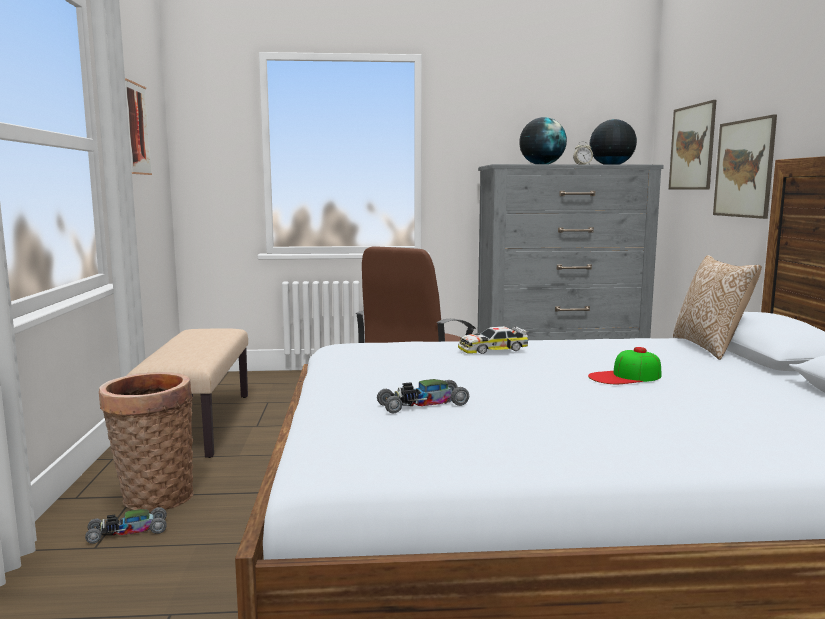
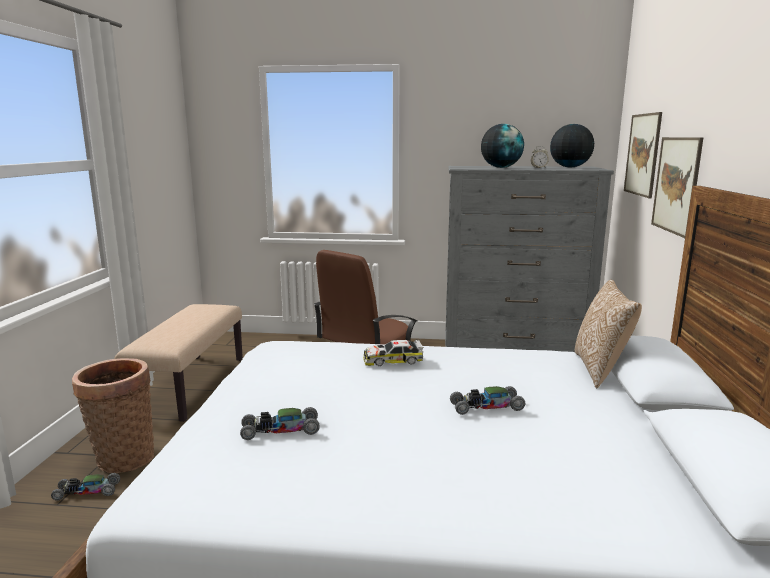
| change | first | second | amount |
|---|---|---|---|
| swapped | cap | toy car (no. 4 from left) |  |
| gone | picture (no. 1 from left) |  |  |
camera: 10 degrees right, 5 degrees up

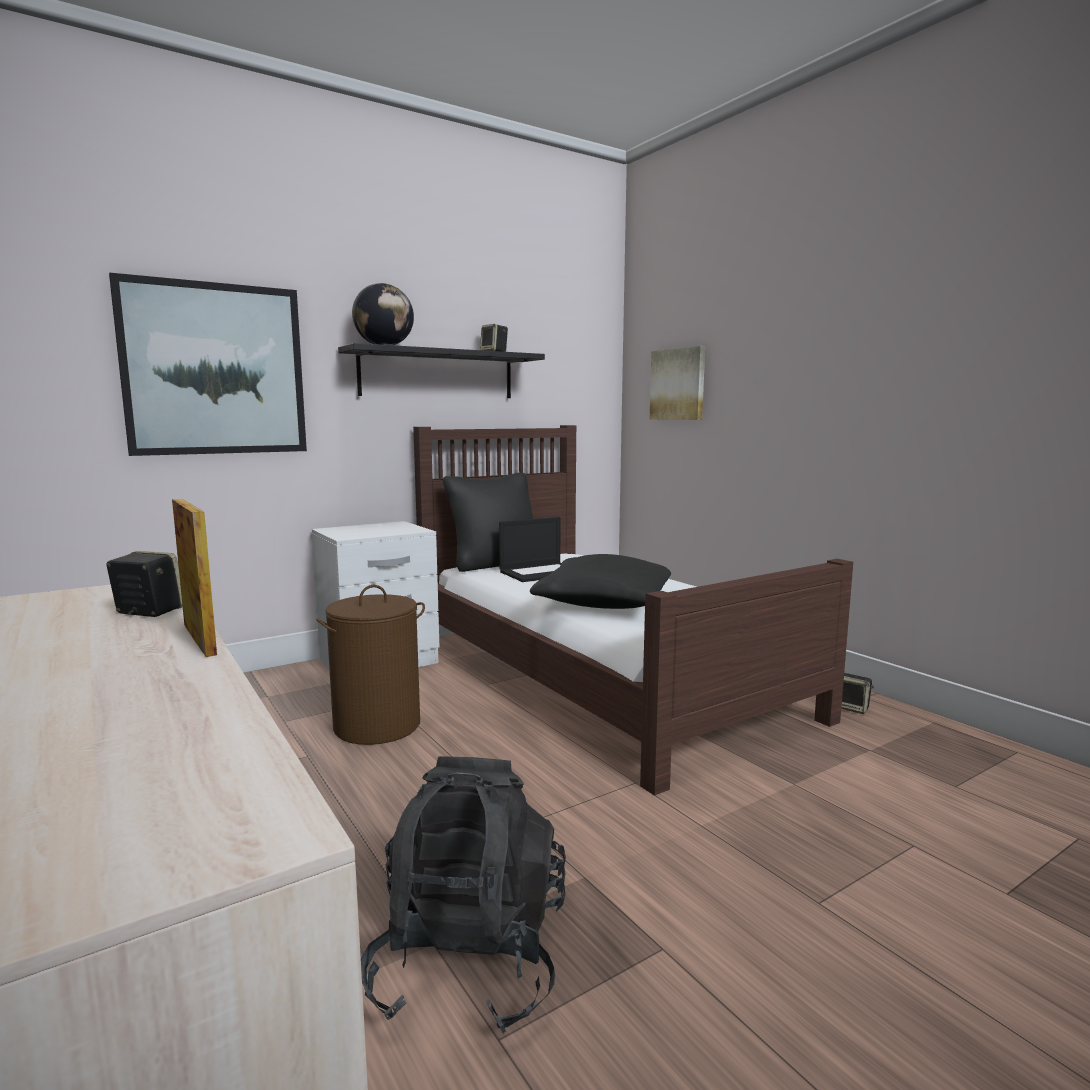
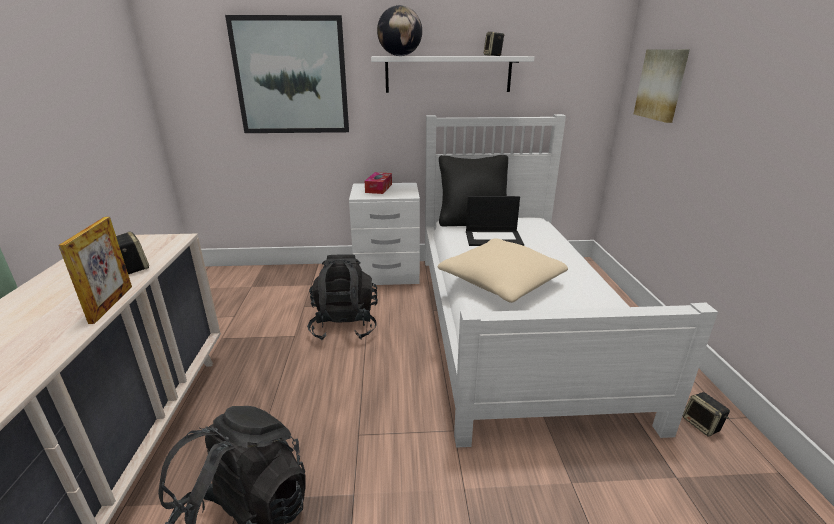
| change | first | second | amount |
|---|---|---|---|
| swapped | laundry basket/brown | backpack/black (no. 2 from left) |  |
| new |  | tissue box |  |
| repainted | shelf/black | shelf/white |  |
| repainted | bed/brown | bed/white |  |
| repainted | pillow/black (no. 2 from left) | pillow/beige |  |
camera: 30 degrees right, 15 degrees up

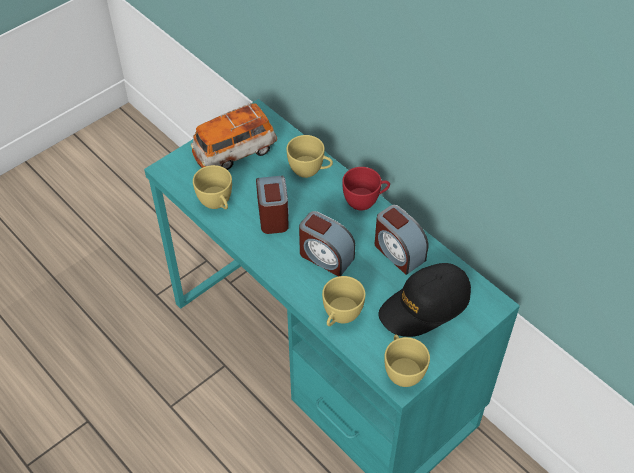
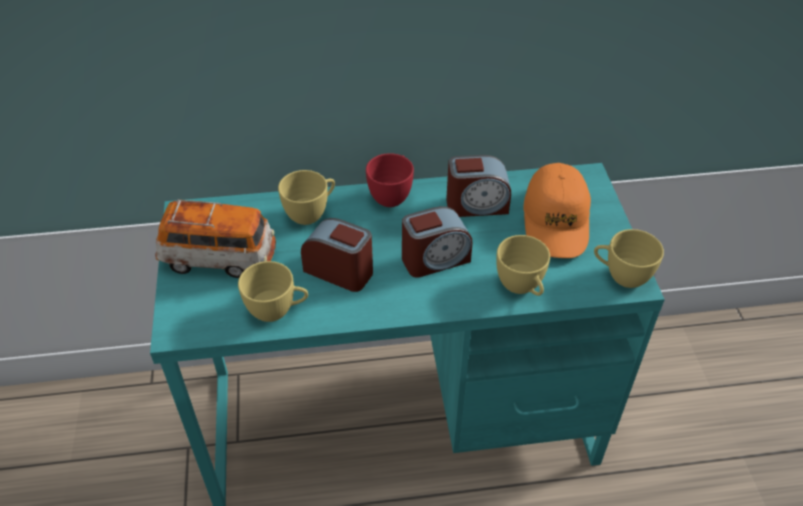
| change | first | second | amount |
|---|---|---|---|
| rotated | toy car |  | 90 degrees counterclockwise |
| repainted | cap/black | cap/orange |  |
camera: 55 degrees left, 5 degrees down

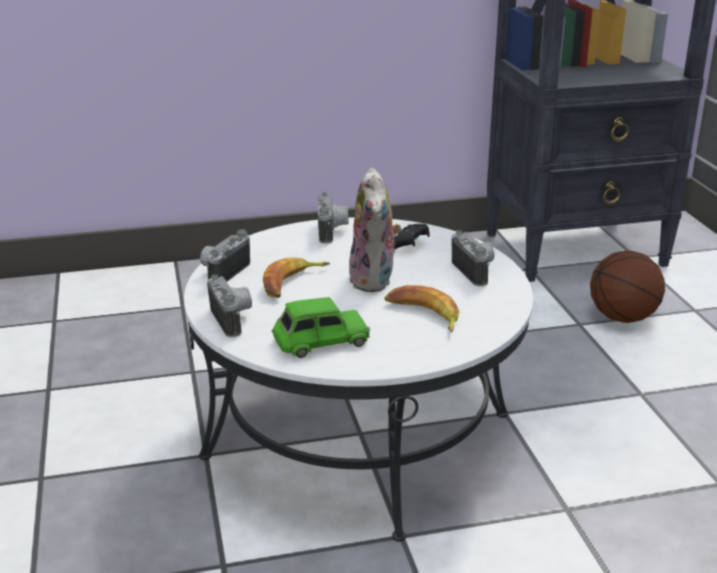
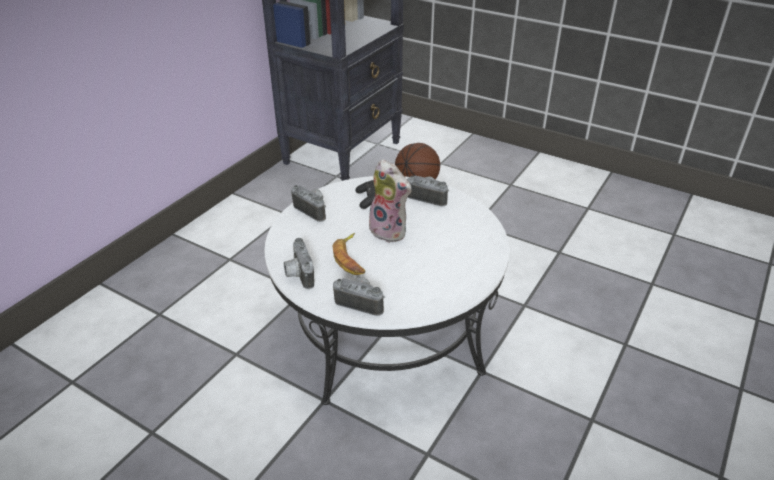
| change | first | second | amount |
|---|---|---|---|
| gone | toy car/green |  |  |
| gone | banana (no. 2 from left) |  |  |
camera: 45 degrees left, 10 degrees up

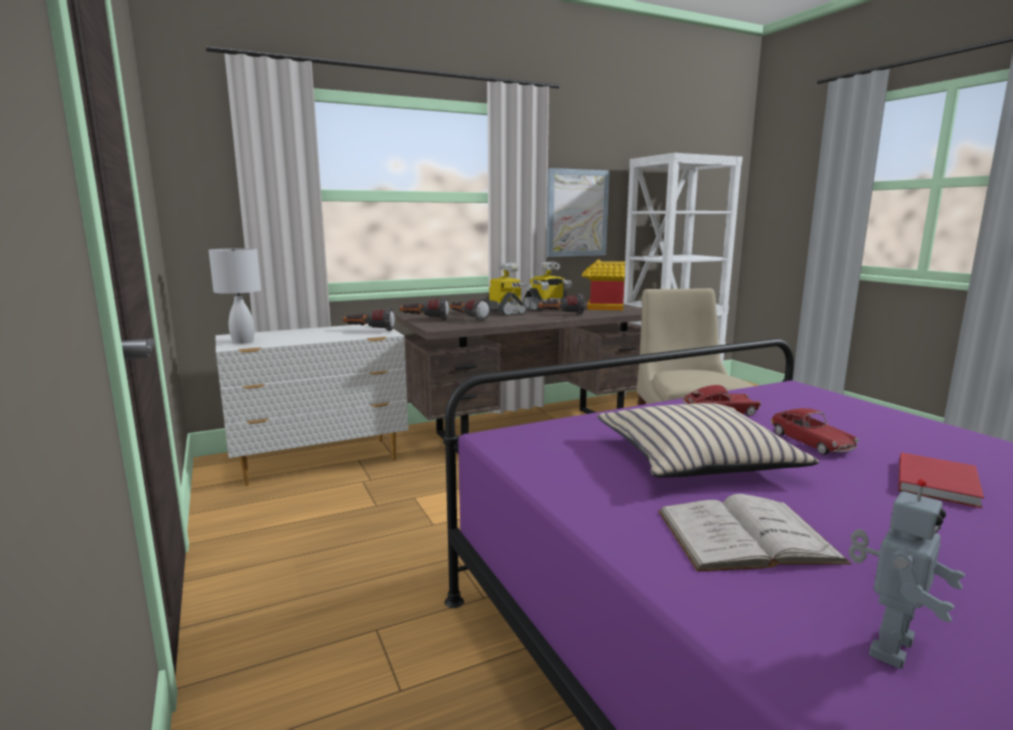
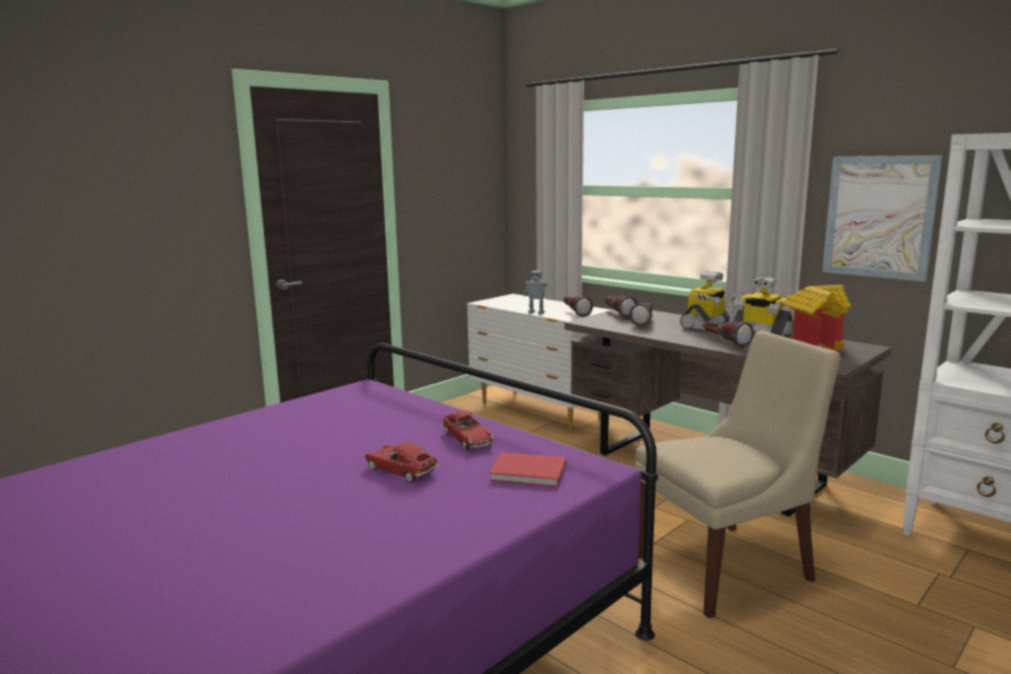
| change | first | second | amount |
|---|---|---|---|
| rotated | toy car (no. 2 from left in the first image) | toy car (no. 1 from left) | 75 degrees clockwise |
| shifted | book/red |  |  |
| shifted | toy robot (no. 3 from left in the first image) | toy robot (no. 1 from left) |  |
| gone | table lamp/white |  |  |
| gone | pillow/beige |  |  |
| gone | book/white |  |  |
camera: 70 degrees right, 0 degrees up

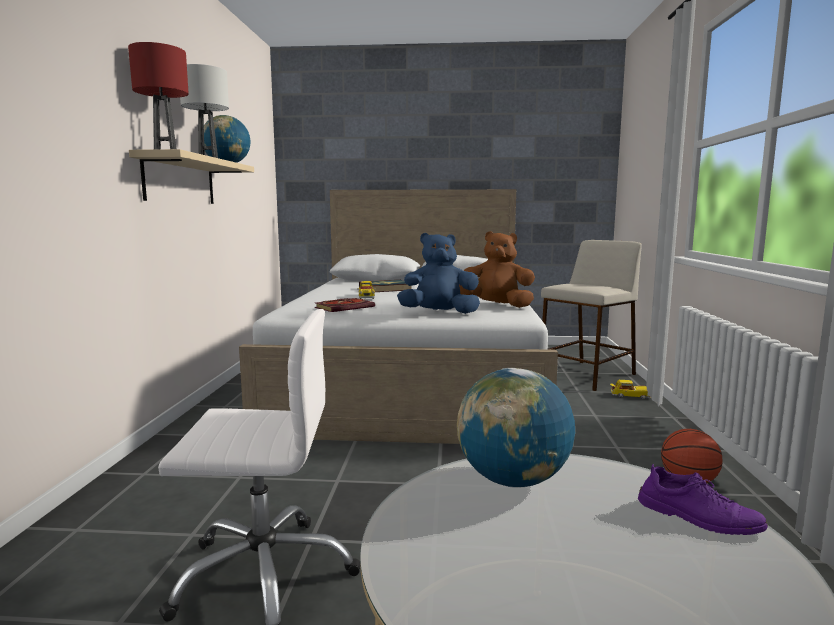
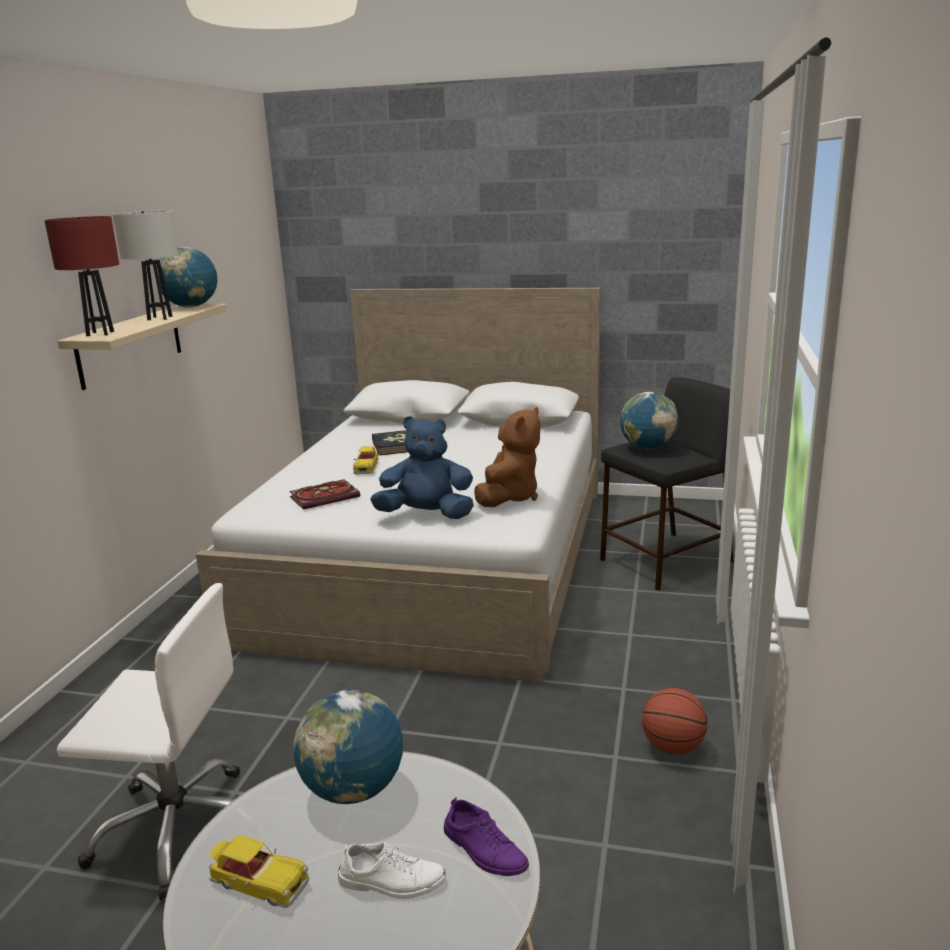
| change | first | second | amount |
|---|---|---|---|
| shifted | toy car (no. 2 from left in the first image) | toy car (no. 1 from left) |  |
| new |  | shoe/white |  |
| rotated | plush toy/brown |  | 90 degrees clockwise |
| repainted | stool/beige | stool/black |  |
| new |  | globe (no. 3 from left) |  |
camera: 10 degrees right, 10 degrees up

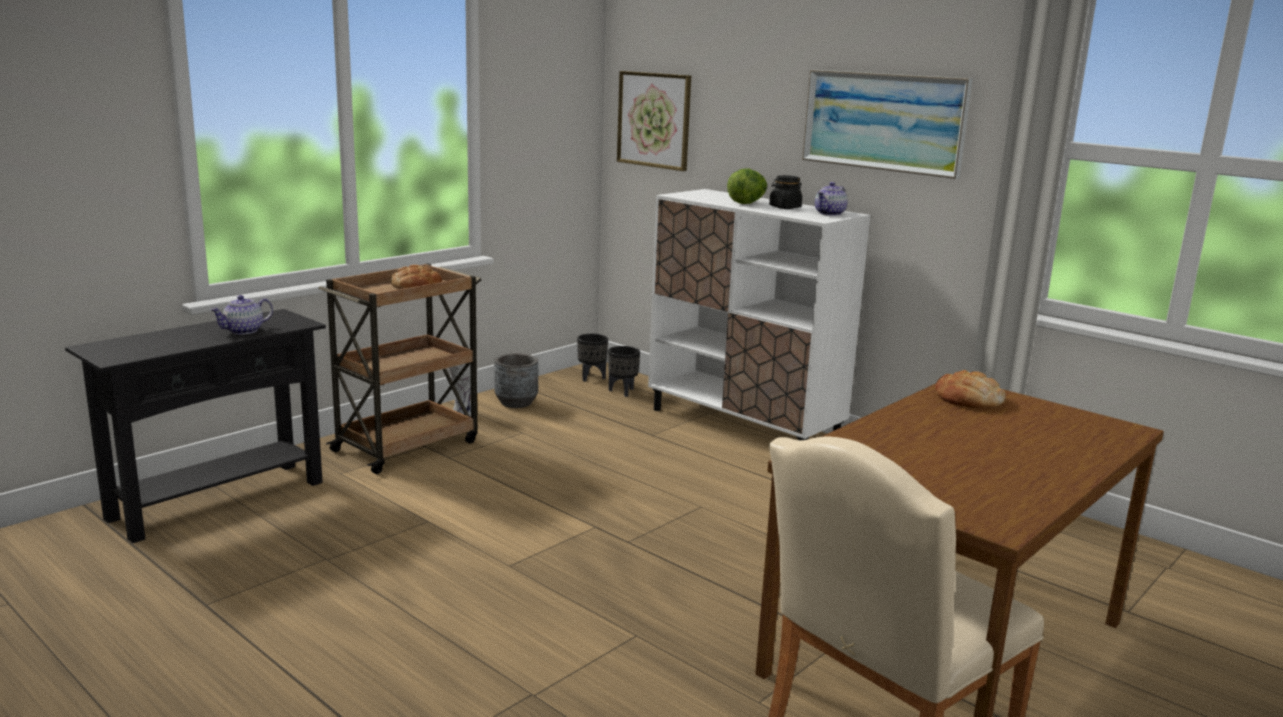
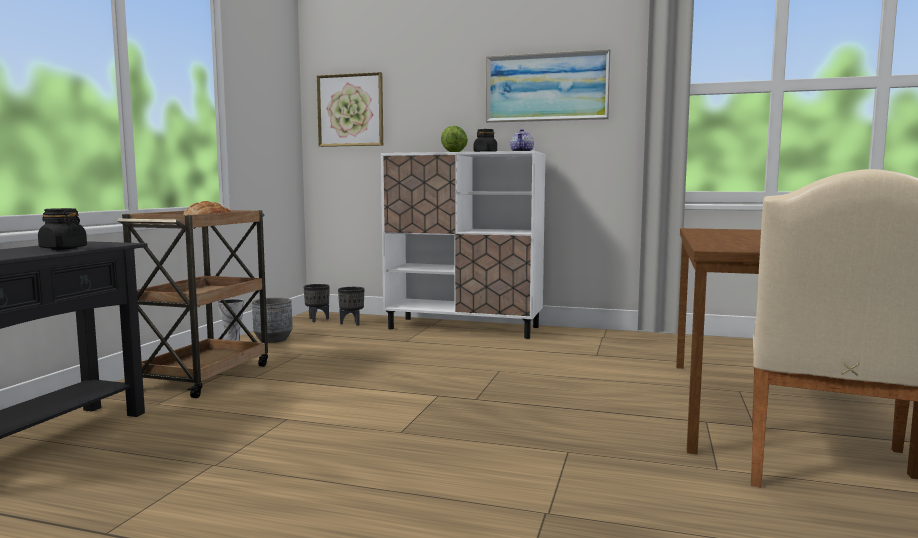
| change | first | second | amount |
|---|---|---|---|
| swapped | teapot (no. 1 from left) | jar/black (no. 1 from left) |  |
| gone | bread (no. 2 from left) |  |  |
camera: 25 degrees left, 10 degrees down

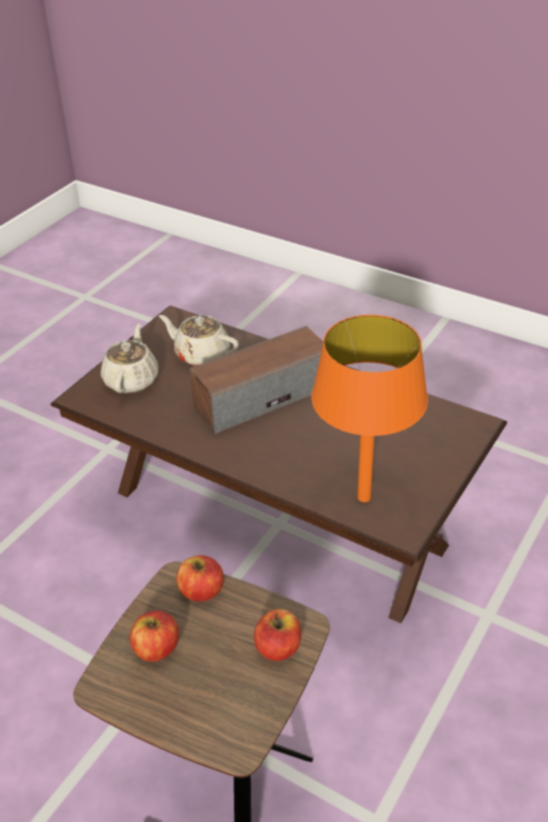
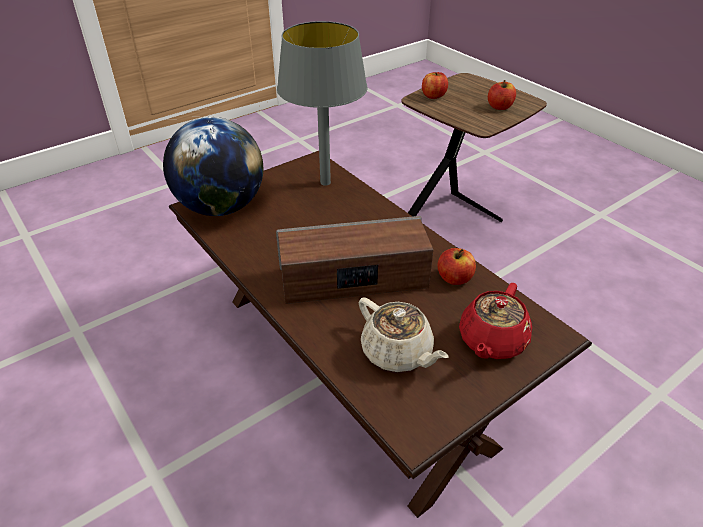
| change | first | second | amount |
|---|---|---|---|
| new |  | globe |  |
| repainted | table lamp/orange | table lamp/grey |  |
| shifted | apple (no. 2 from left) |  |  |
| repainted | teapot/beige (no. 1 from left) | teapot/red |  |
camera: 160 degrees left, 0 degrees up

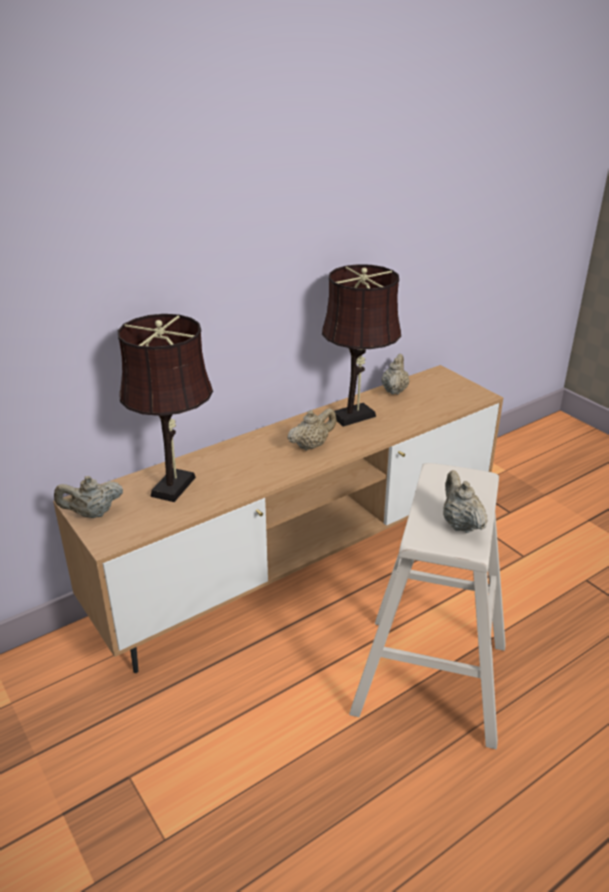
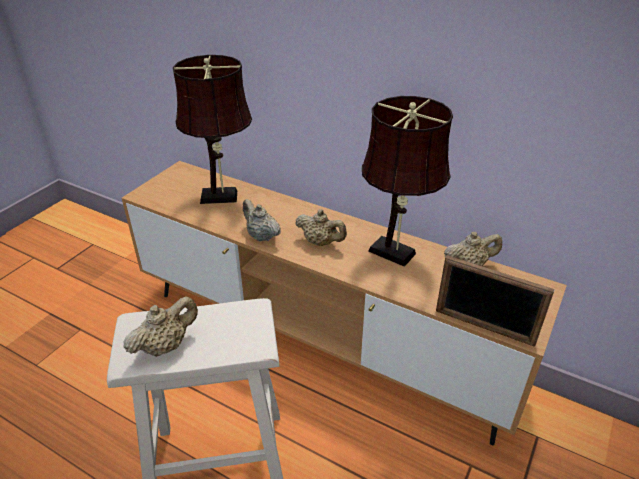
| change | first | second | amount |
|---|---|---|---|
| shifted | teapot/beige (no. 1 from left in the first image) | teapot/beige (no. 2 from left) |  |
| new |  | picture frame |  |
camera: 65 degrees right, 5 degrees up

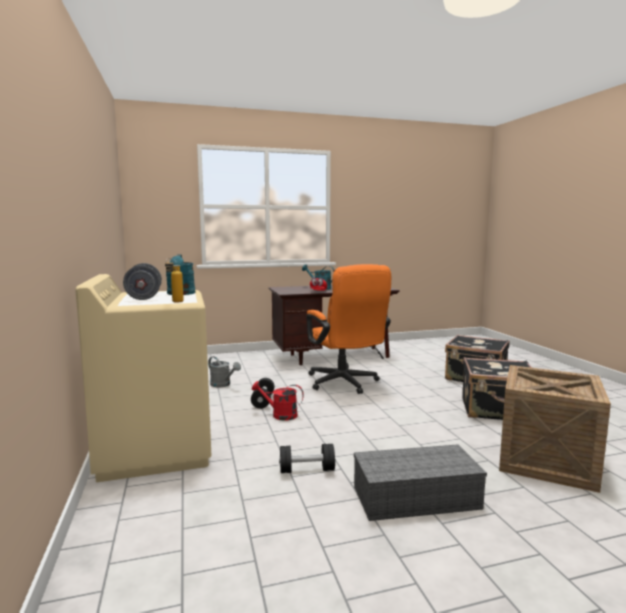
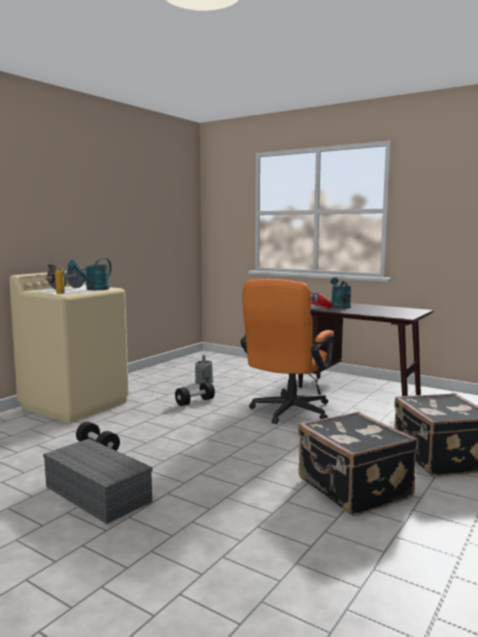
| change | first | second | amount |
|---|---|---|---|
| gone | watering can/red |  |  |
| gone | crate |  |  |
camera: 50 degrees right, 0 degrees up

